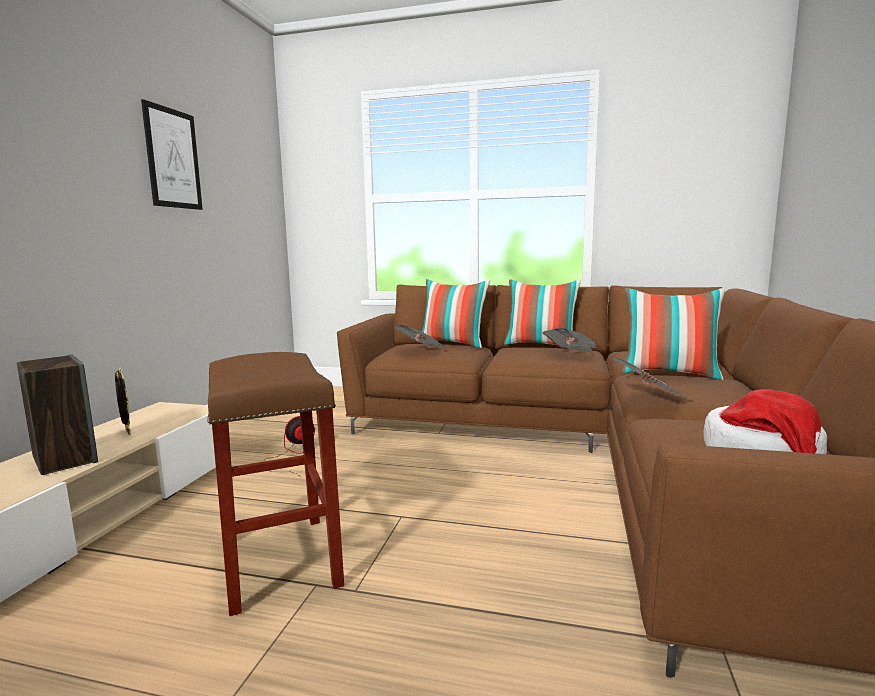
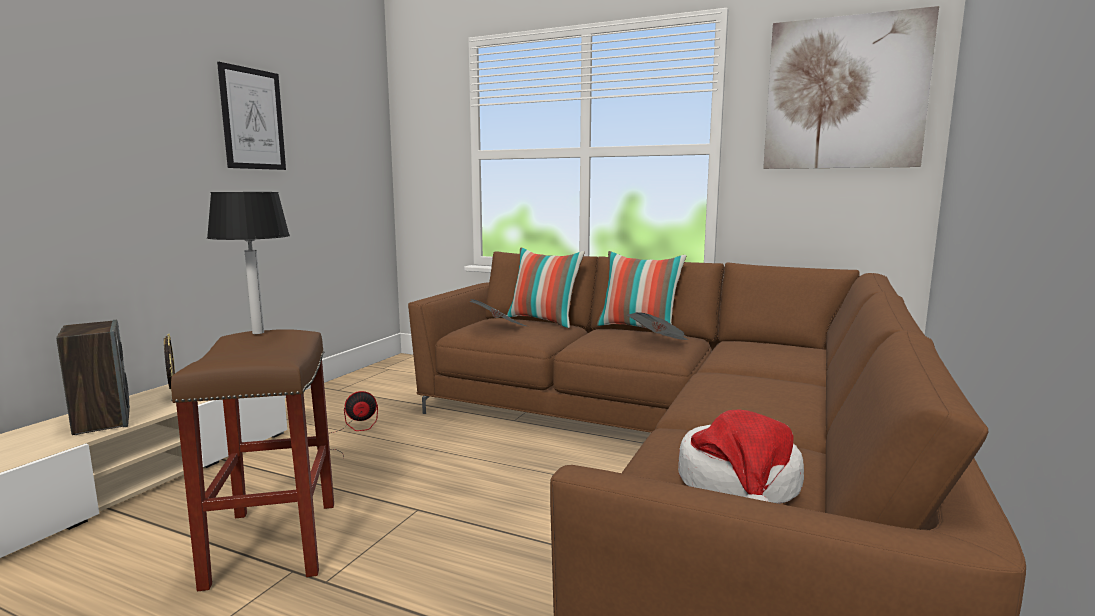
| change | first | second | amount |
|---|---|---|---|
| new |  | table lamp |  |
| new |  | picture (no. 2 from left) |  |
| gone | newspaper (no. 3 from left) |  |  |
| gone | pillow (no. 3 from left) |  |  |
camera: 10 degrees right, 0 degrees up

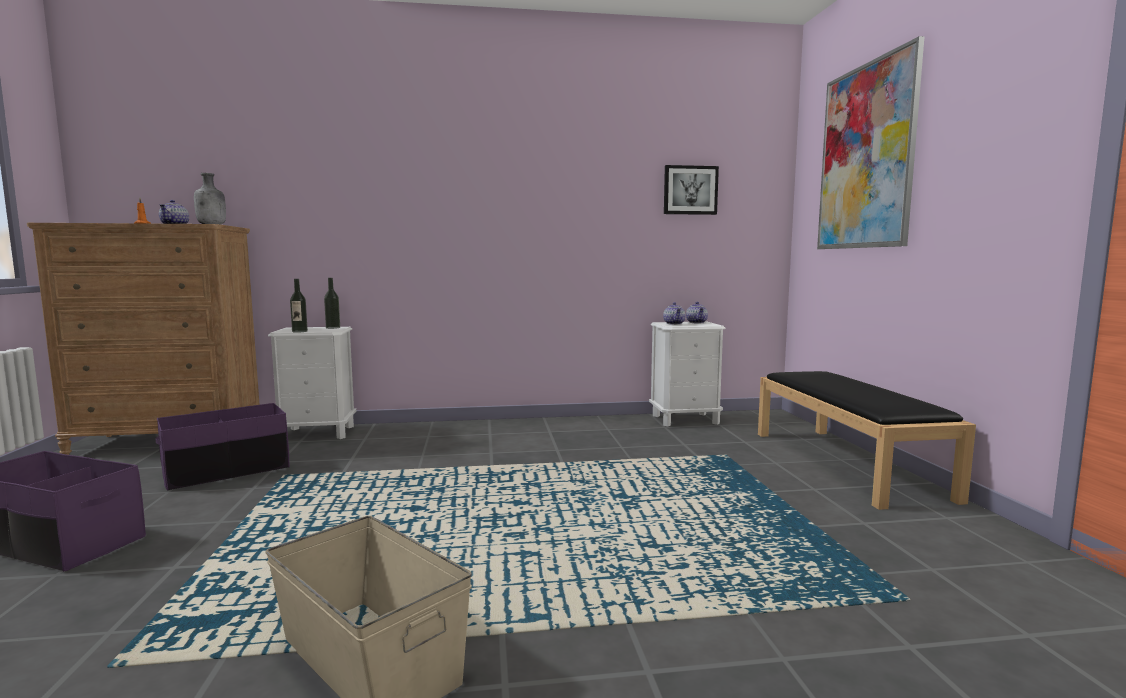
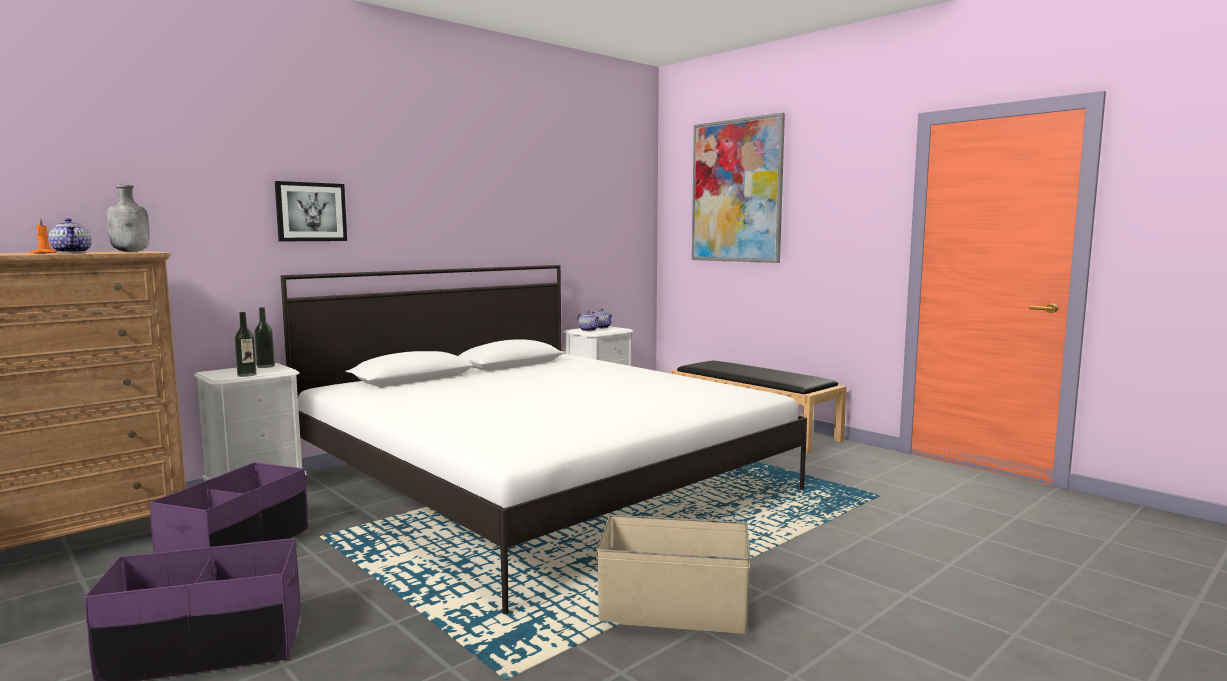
| change | first | second | amount |
|---|---|---|---|
| shifted | picture (no. 1 from left) |  |  |
| new |  | bed/white |  |
camera: 35 degrees left, 0 degrees up

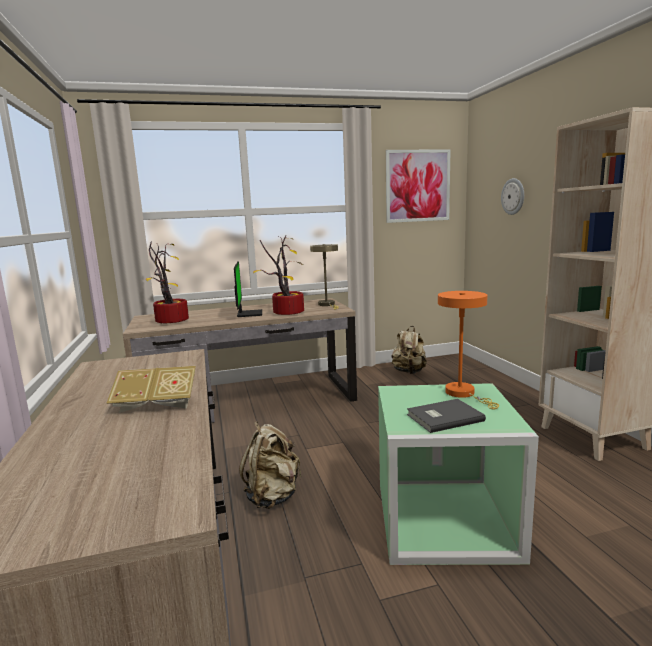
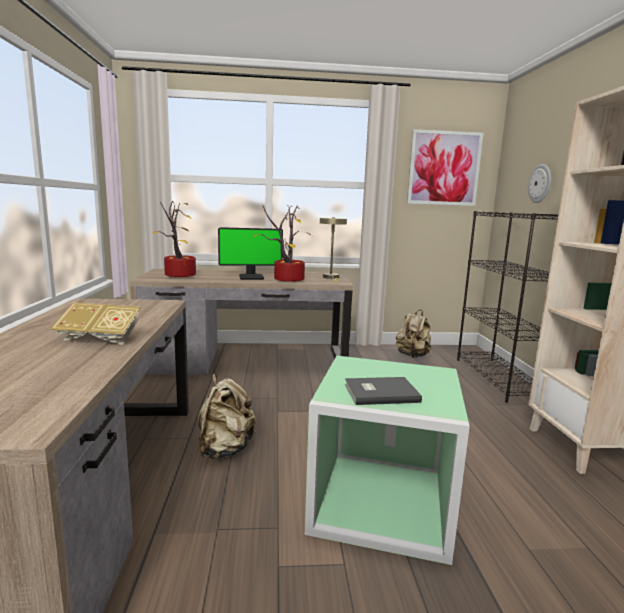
| change | first | second | amount |
|---|---|---|---|
| rotated | monitor |  | 75 degrees clockwise |
| new |  | bookcase/black |  |
| gone | table lamp/orange |  |  |
camera: 10 degrees right, 0 degrees up

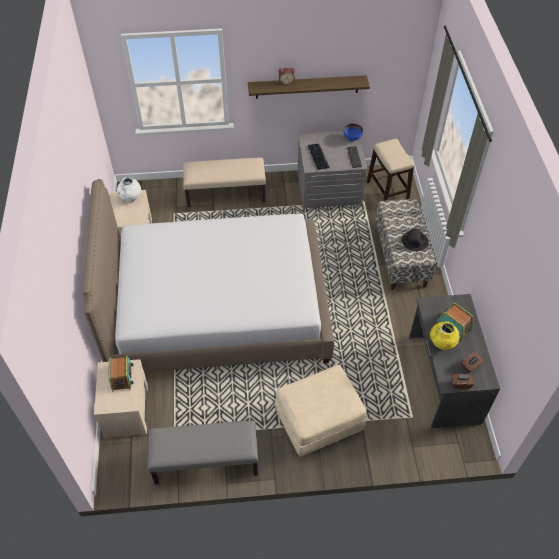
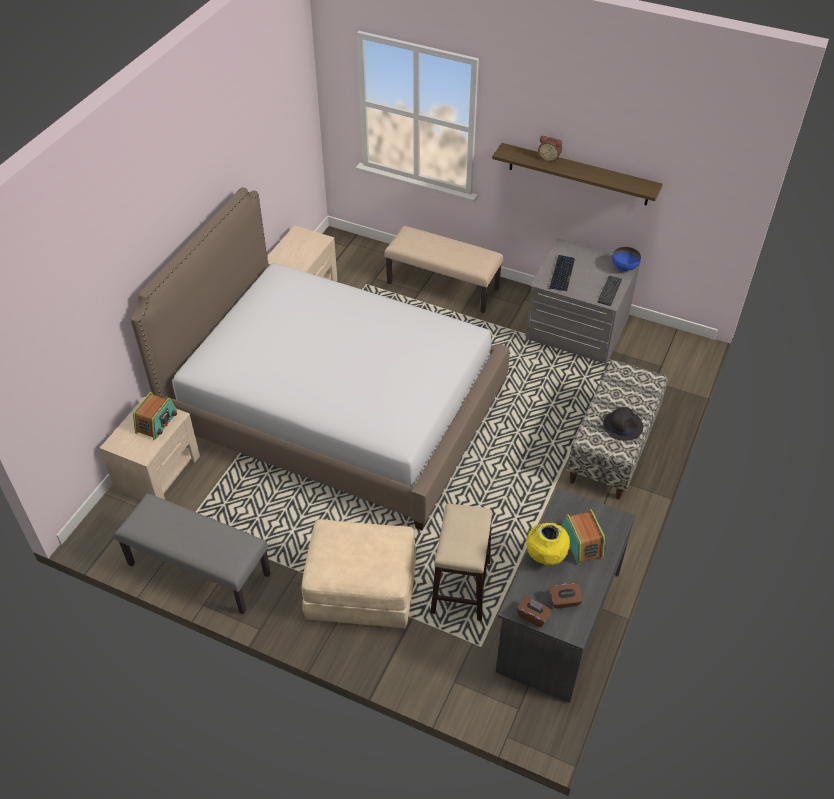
| change | first | second | amount |
|---|---|---|---|
| shifted | stool |  |  |
| gone | vase/white |  |  |
camera: 30 degrees right, 5 degrees down

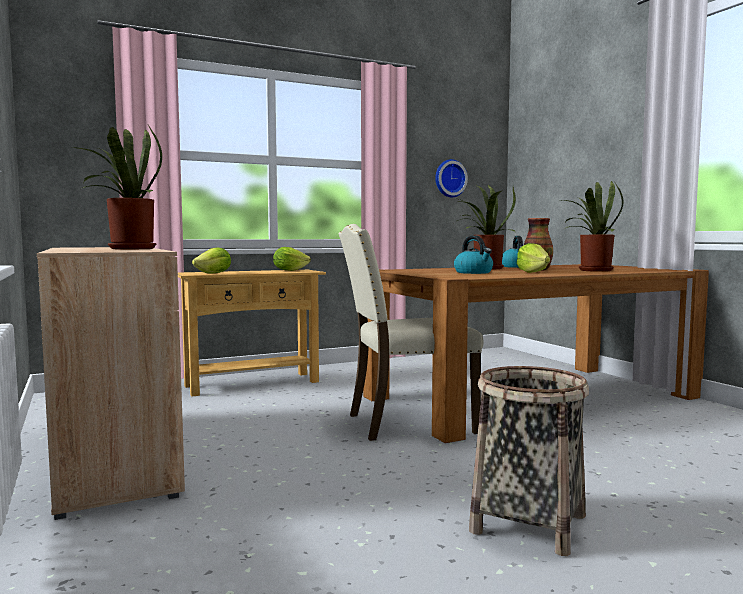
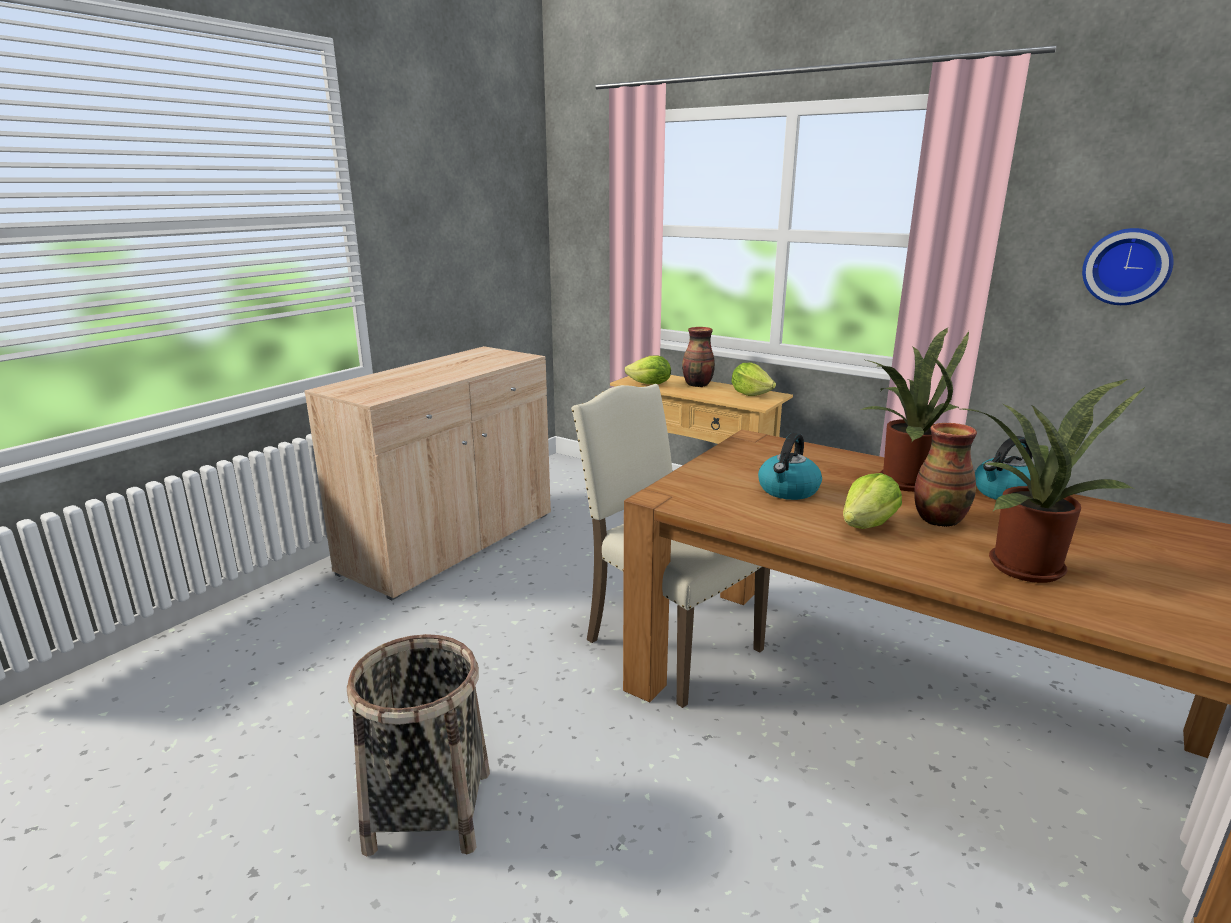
| change | first | second | amount |
|---|---|---|---|
| new |  | vase (no. 1 from left) |  |
| gone | potted plant (no. 1 from left) |  |  |
camera: 60 degrees right, 15 degrees up

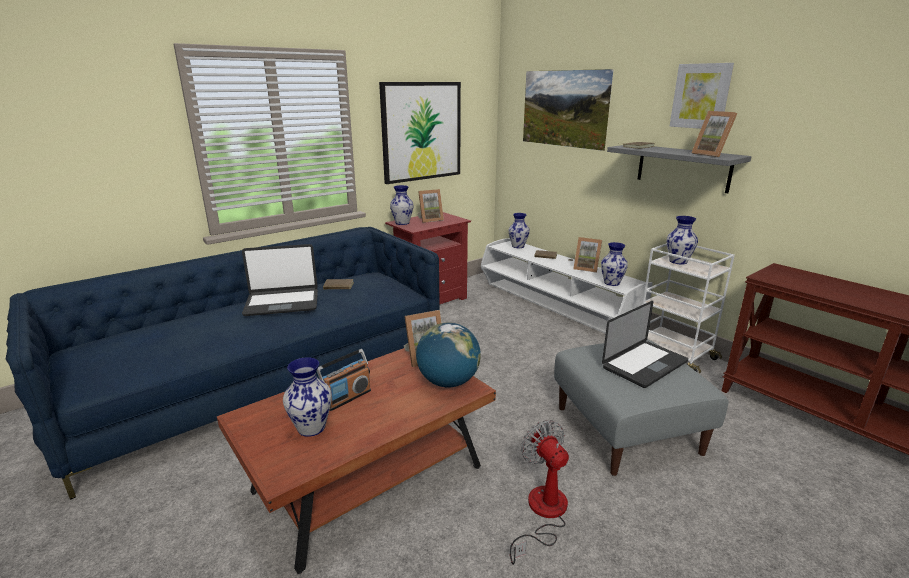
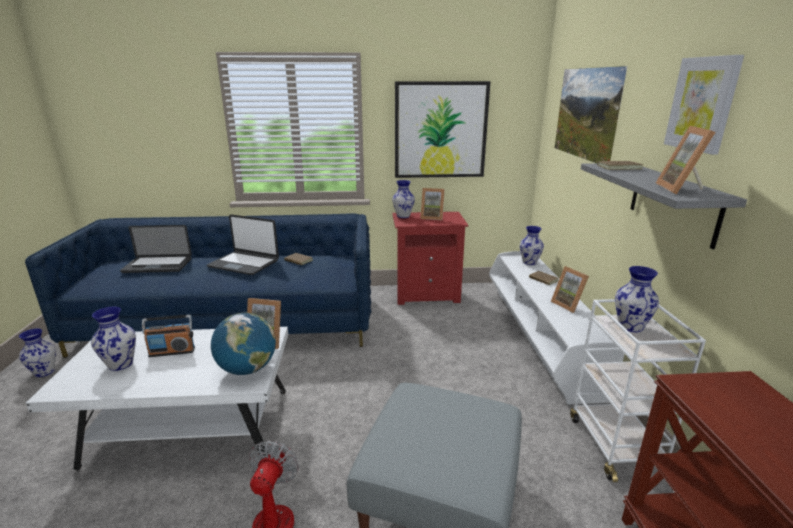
| change | first | second | amount |
|---|---|---|---|
| shifted | vase (no. 4 from left in the first image) | vase (no. 1 from left) |  |
| repainted | coffee table/brown | coffee table/white |  |
| shifted | laptop (no. 2 from left in the first image) | laptop (no. 1 from left) |  |
camera: 35 degrees right, 0 degrees up

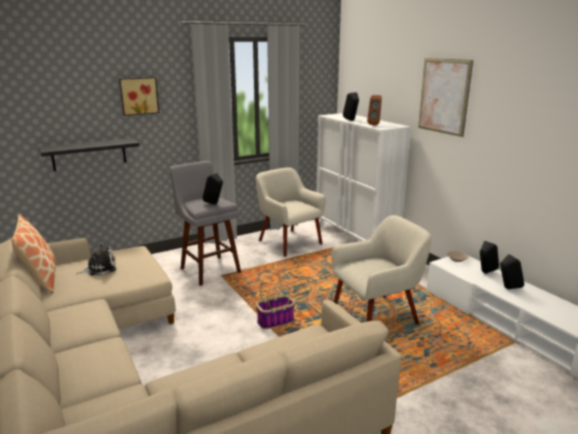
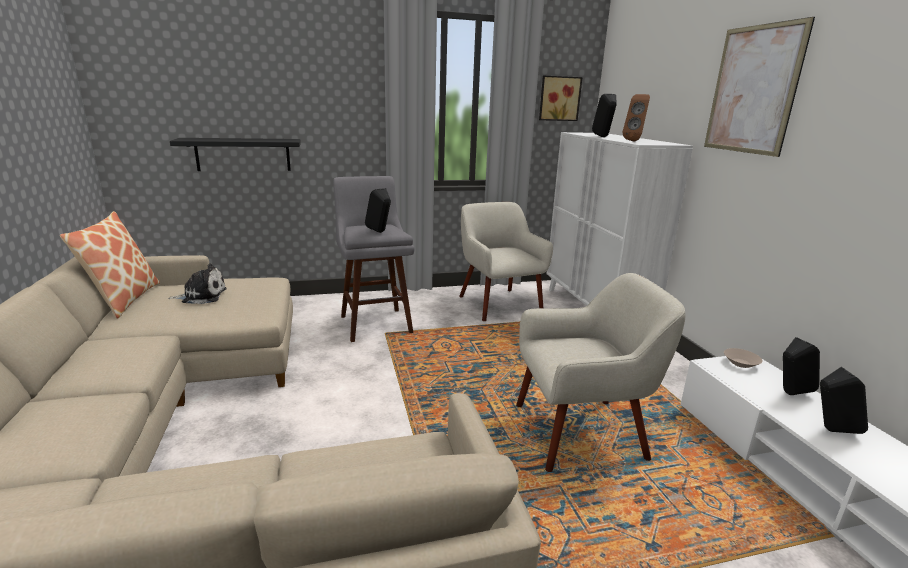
| change | first | second | amount |
|---|---|---|---|
| shifted | picture (no. 1 from left) |  |  |
| gone | basket |  |  |
camera: 15 degrees right, 0 degrees up

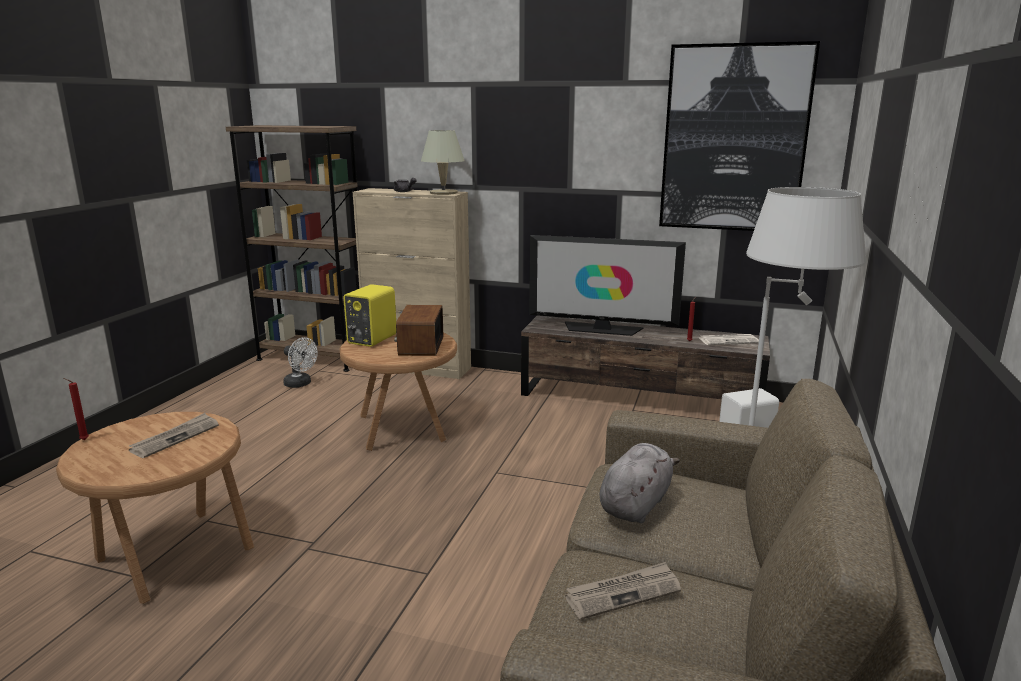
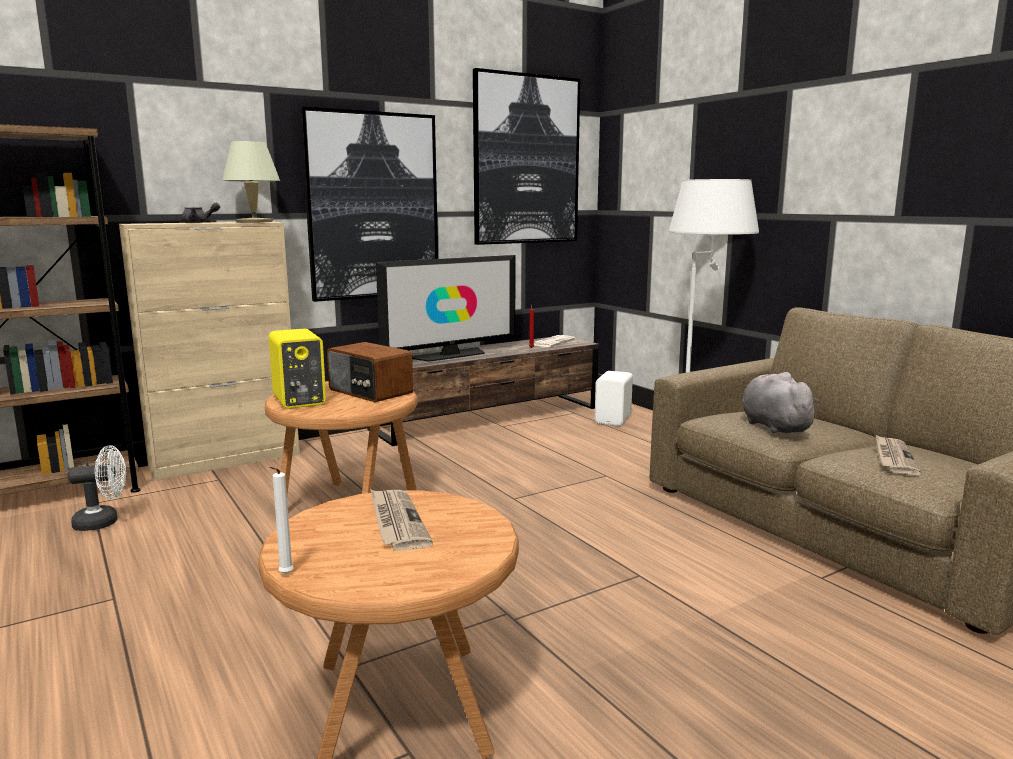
| change | first | second | amount |
|---|---|---|---|
| repainted | candle/red (no. 1 from left) | candle/white |  |
| new |  | picture (no. 1 from left) |  |
camera: 50 degrees left, 5 degrees down

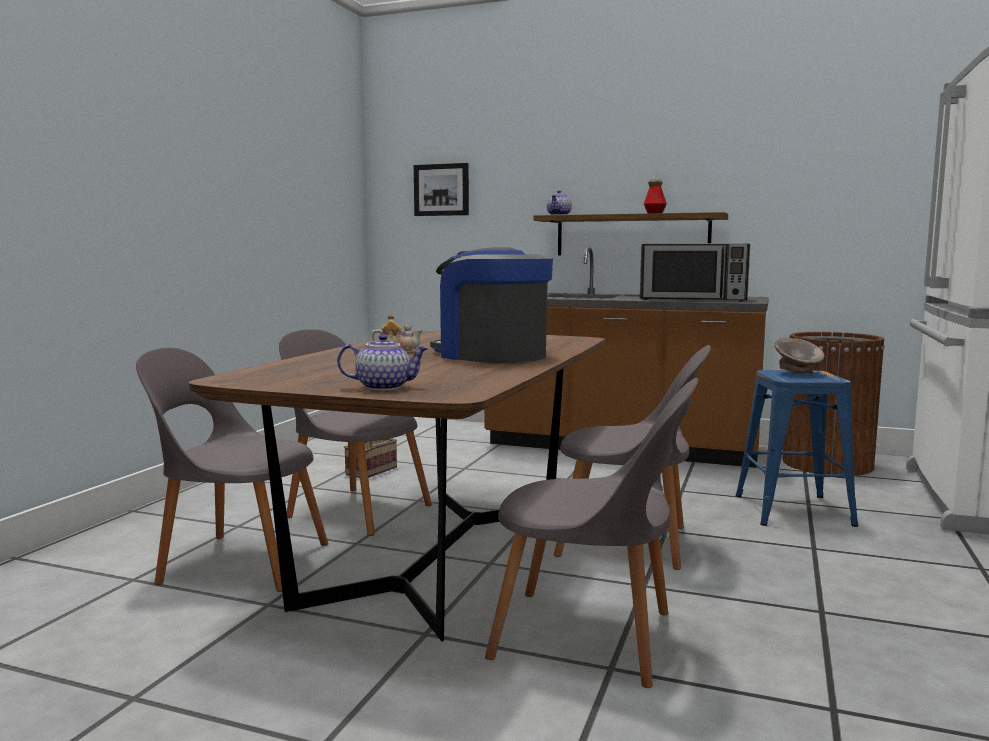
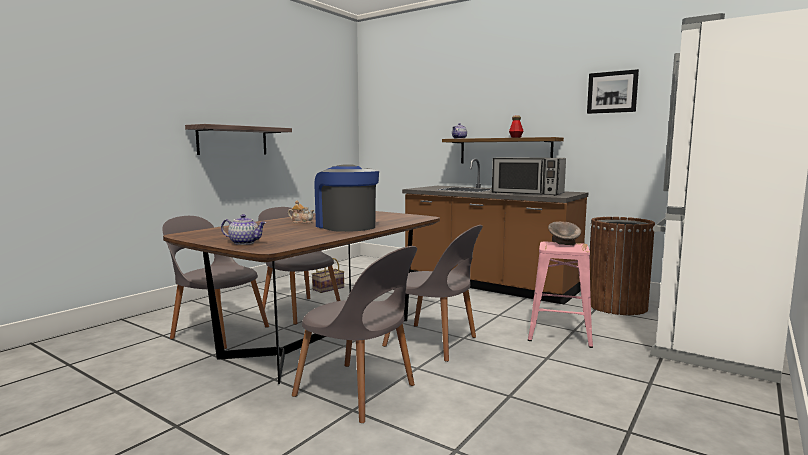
| change | first | second | amount |
|---|---|---|---|
| new |  | shelf (no. 1 from left) |  |
| repainted | stool/blue | stool/pink |  |
| shifted | picture |  |  |
camera: 15 degrees right, 0 degrees up

